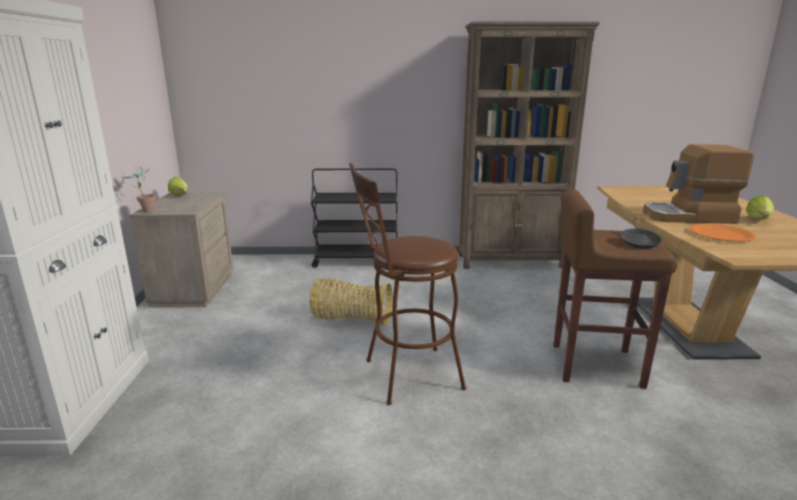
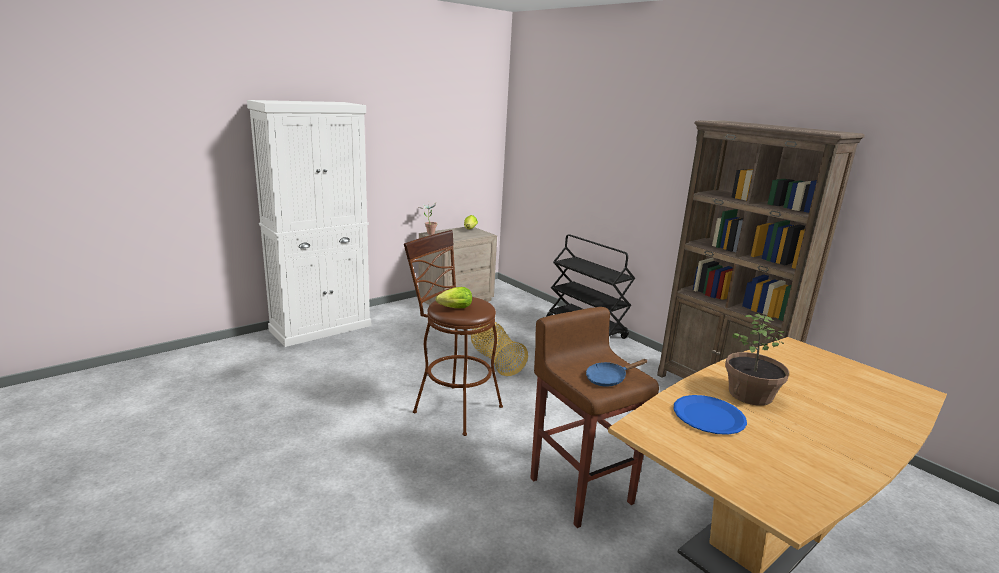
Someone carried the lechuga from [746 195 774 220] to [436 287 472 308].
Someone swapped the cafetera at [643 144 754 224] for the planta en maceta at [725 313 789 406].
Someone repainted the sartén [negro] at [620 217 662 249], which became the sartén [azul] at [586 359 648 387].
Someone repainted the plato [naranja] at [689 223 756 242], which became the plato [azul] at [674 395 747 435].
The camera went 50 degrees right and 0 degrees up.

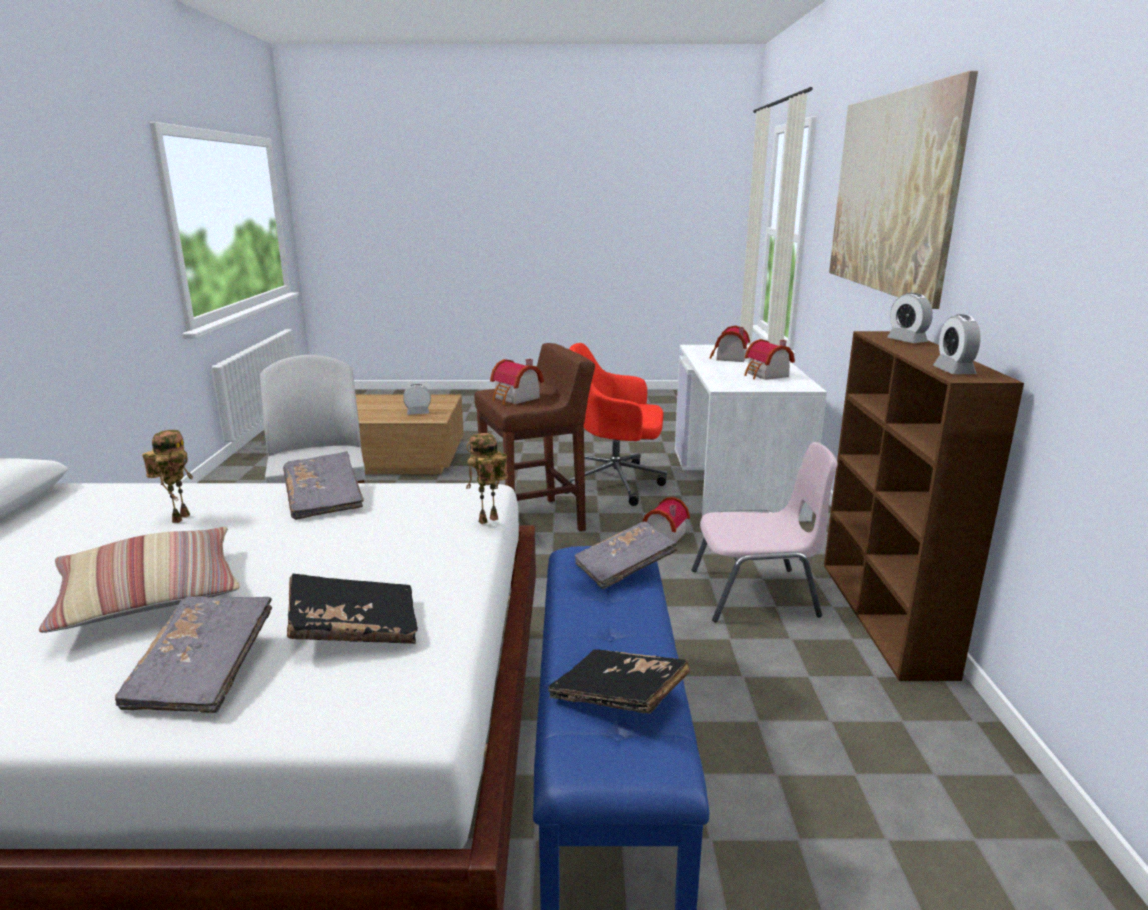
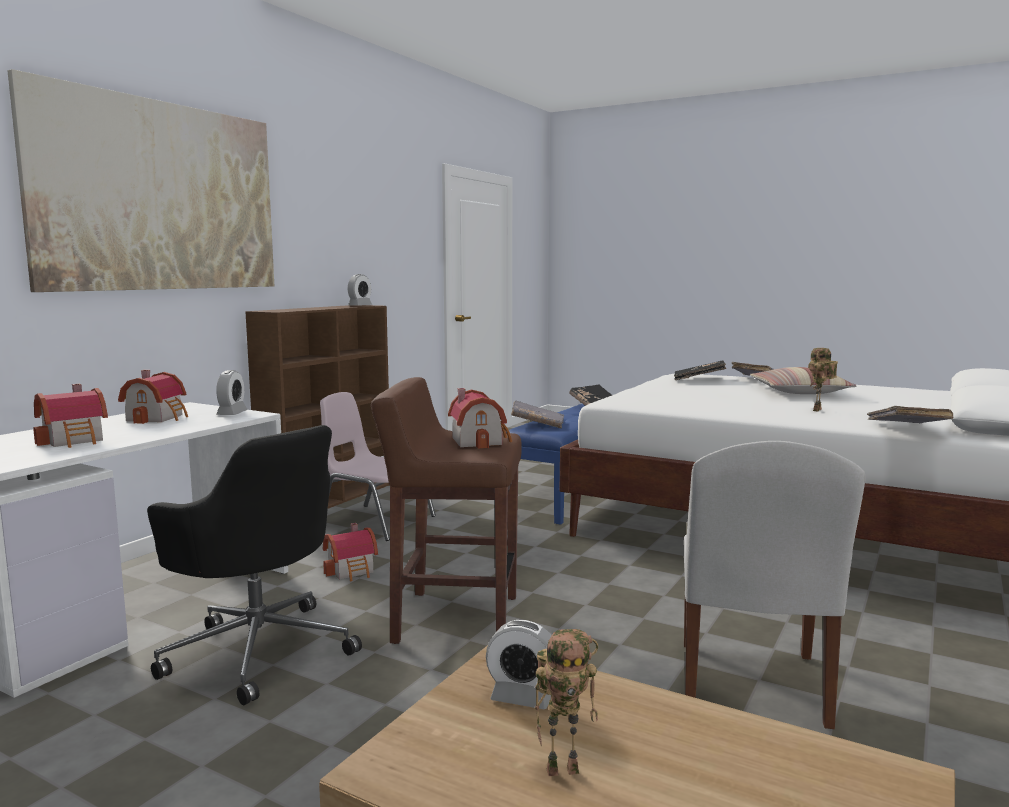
Someone carried the libro [gris] from [283 451 364 520] to [867 406 953 423].
Someone carried the robot de juguete from [466 433 508 524] to [535 629 598 776].
Someone carried the despertador from [887 293 933 343] to [216 370 248 415].
Someone repainted the silla de oficina [rojo] at [562 343 667 506], which became the silla de oficina [negro] at [147 425 362 705].
The camera went 150 degrees left and 10 degrees down.

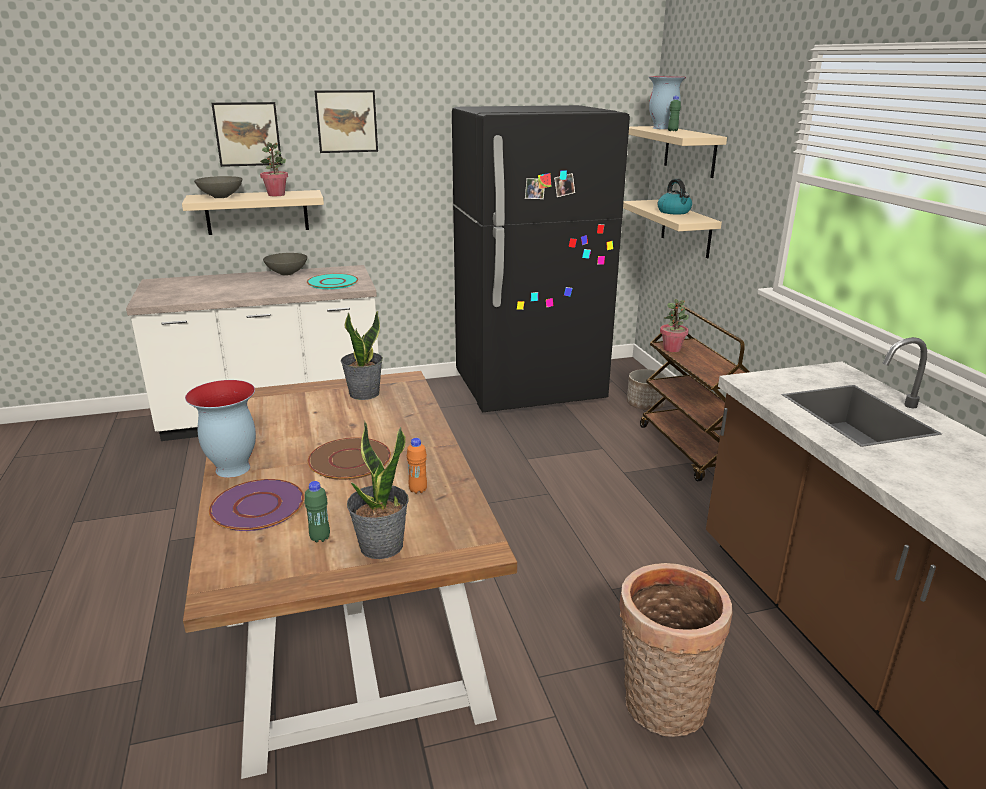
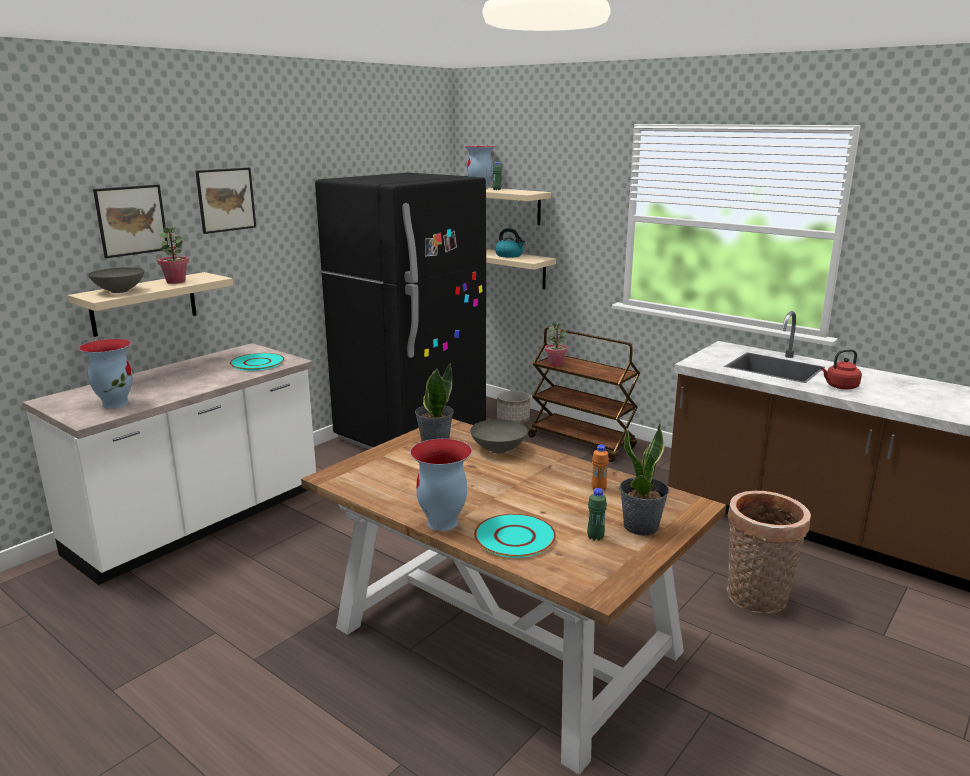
Someone took away the plato [marrón] at [308 437 391 480].
Someone put down the florero at [79 339 133 408].
Someone put down the hervidor [rojo] at [821 349 862 389].
Someone carried the cuenco [gris] from [263 253 307 276] to [470 419 528 453].
Someone repainted the plato [morado] at [209 479 304 531], which became the plato [turquesa] at [474 514 556 558].
The camera went 35 degrees left and 5 degrees down.

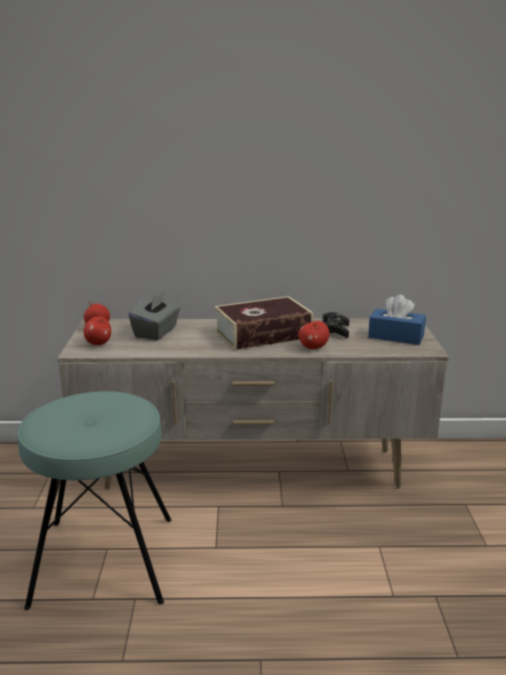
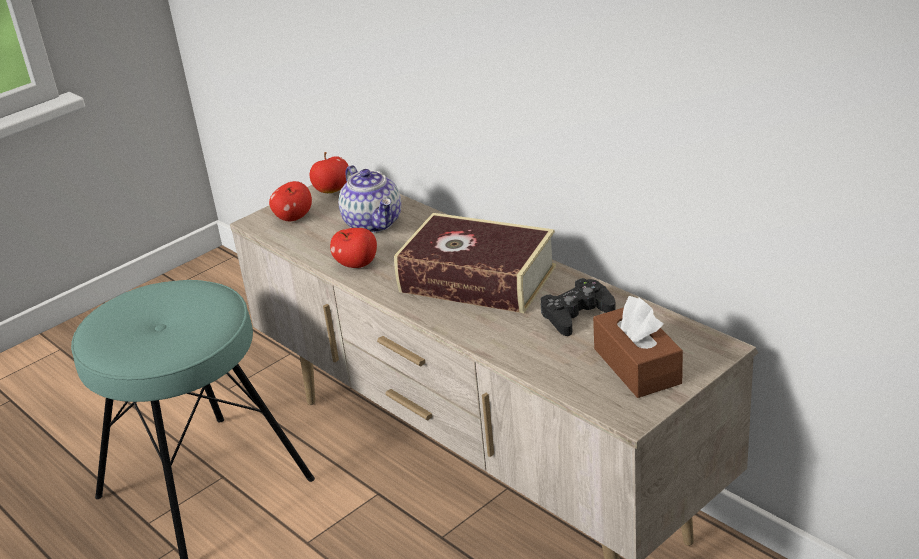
Someone carried the manzana from [298 321 329 349] to [330 228 377 268].
Someone swapped the caja de pañuelos [gris] at [128 291 180 340] for the tetera at [339 165 401 233].
Someone repainted the caja de pañuelos [azul] at [368 295 426 345], which became the caja de pañuelos [marrón] at [593 296 683 398].
The camera went 50 degrees right and 10 degrees up.

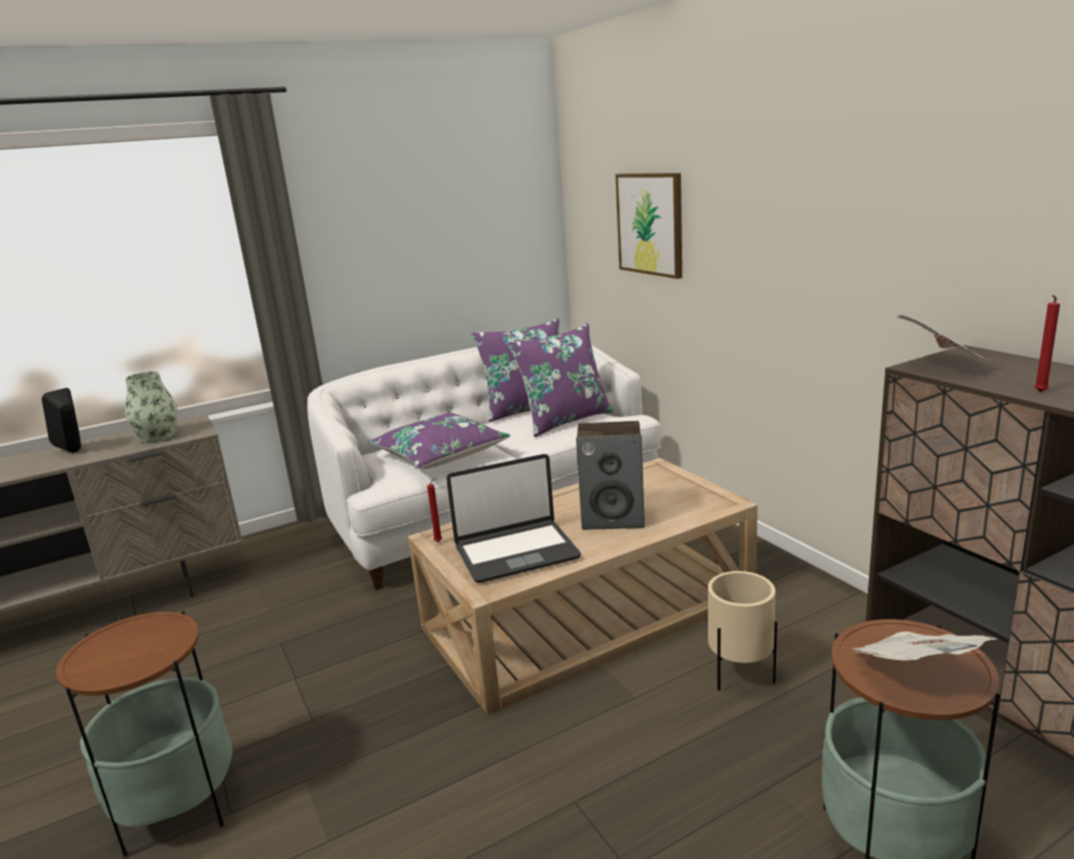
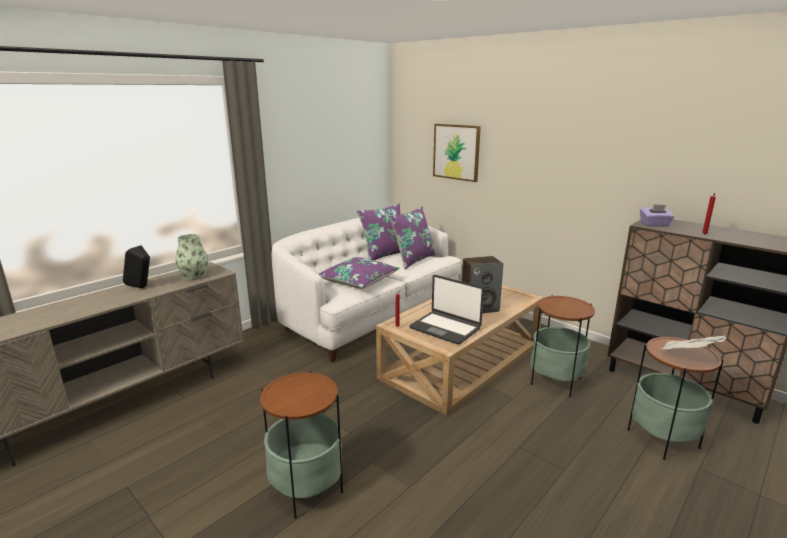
Someone swapped the maceta [beis] at [708 571 777 690] for the mesa auxiliar at [530 295 595 397].
Someone swapped the periódico at [896 314 1003 366] for the caja de pañuelos [morado] at [640 205 674 227].
Someone rotated the portátil at [446 454 581 583] by 75 degrees clockwise.
The camera went 20 degrees left and 0 degrees up.

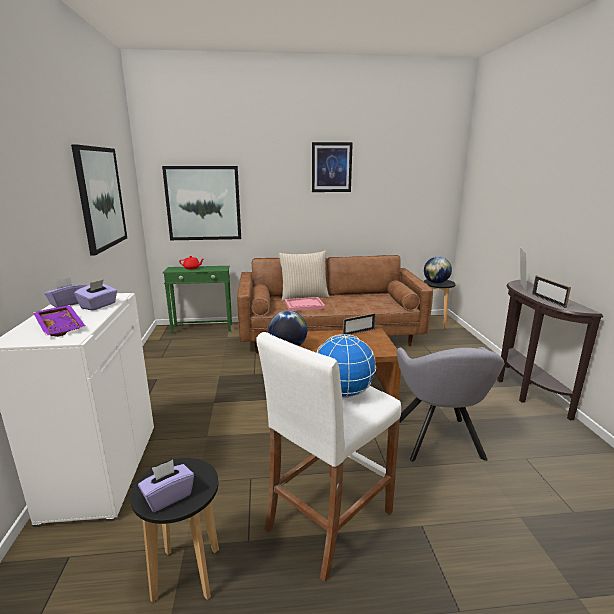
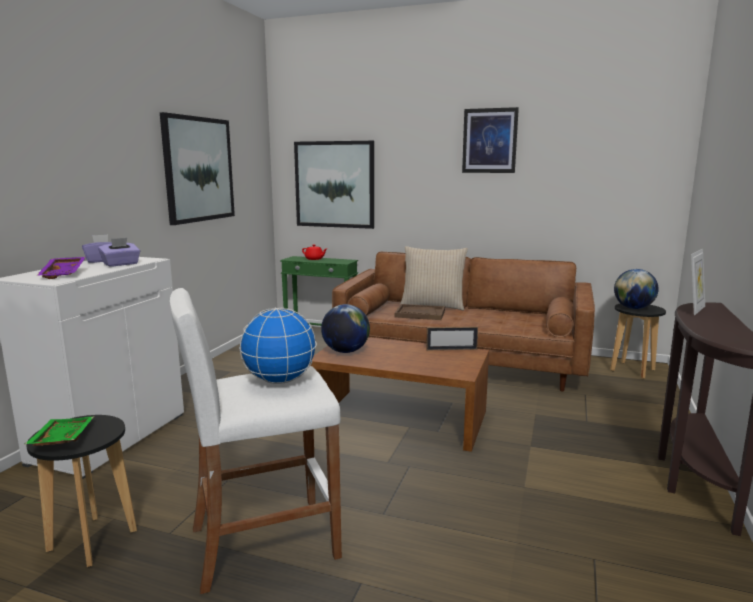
Someone took away the sillón [gris] at [397 347 504 462].
Someone took away the portarretratos at [532 276 571 308].
Someone swapped the caja de pañuelos [morado] at [138 460 194 512] for the bandeja [verde] at [25 416 95 446].
Someone repainted the bandeja [rosa] at [285 297 325 311], which became the bandeja [marrón] at [395 304 445 320].
The camera went 25 degrees right and 5 degrees down.

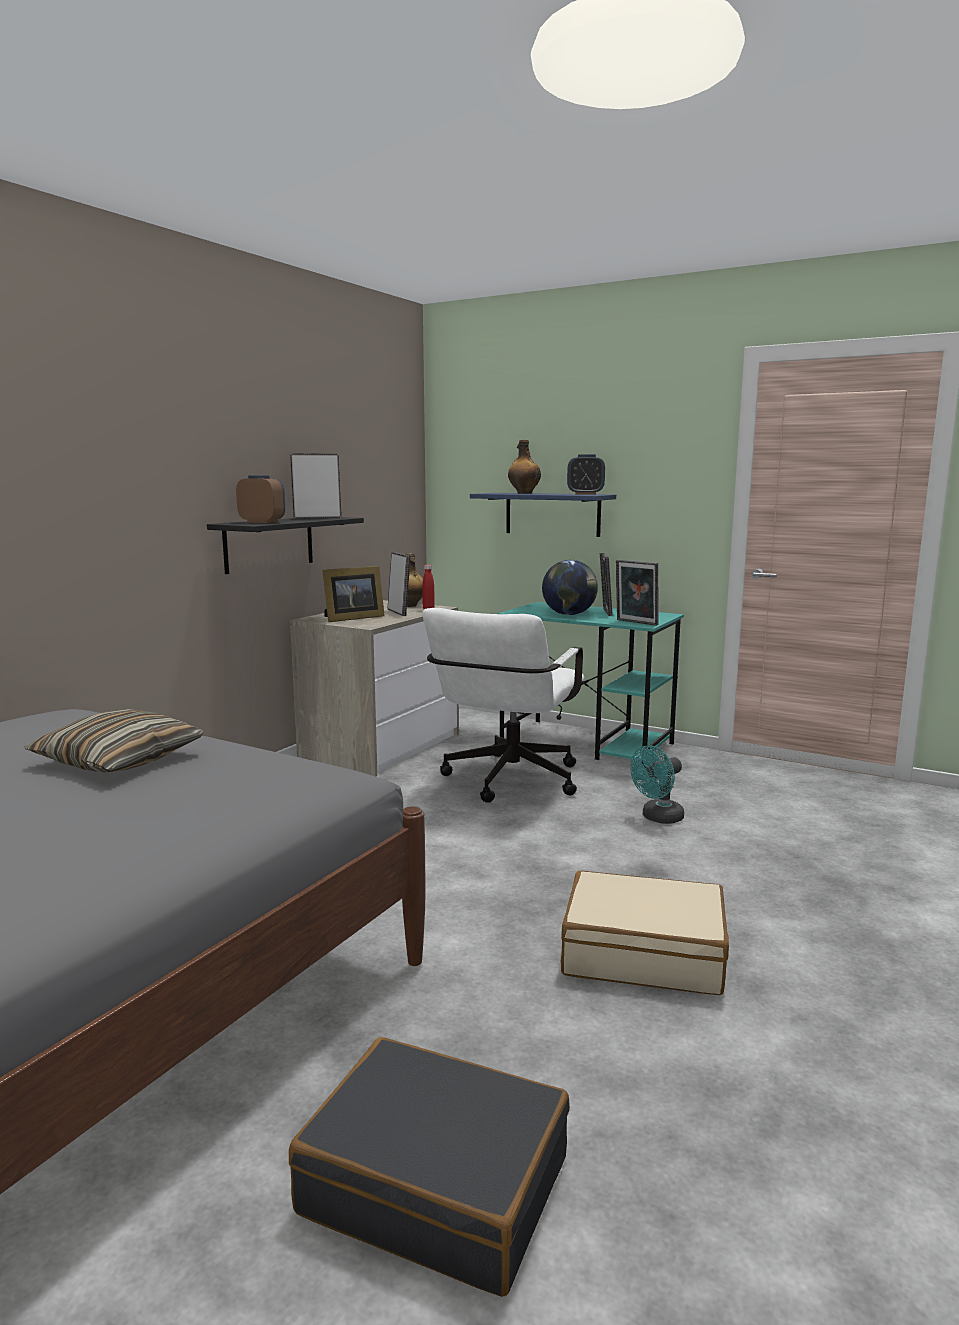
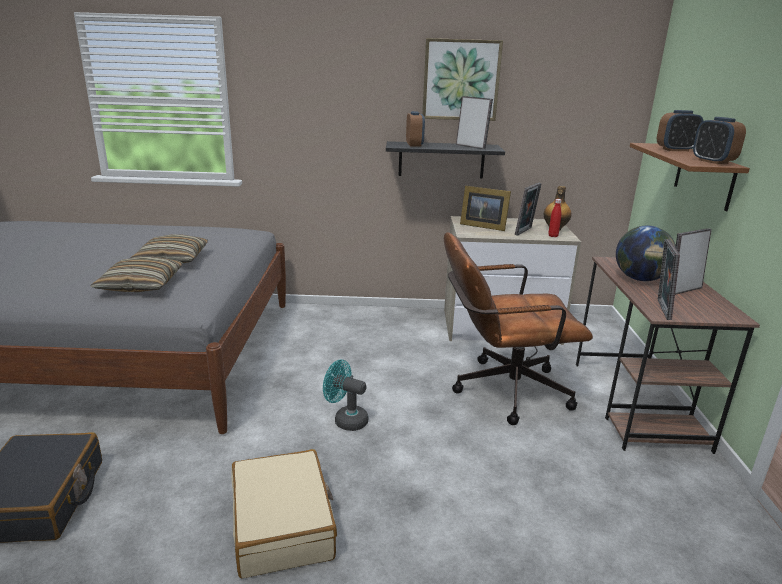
Someone put down the cojín at [91 257 183 292].
Someone put up the cuadro at [422 38 503 121].
Someone carried the ventilador [turquesa] from [630 746 684 824] to [323 360 368 431].
Someone swapped the botella at [508 440 541 494] for the despertador at [657 110 704 151].
Someone repainted the silla de oficina [blanco] at [422 608 584 803], which became the silla de oficina [marrón] at [444 232 593 425].
Someone repainted the estante [azul] at [470 493 616 537], which became the estante [marrón] at [630 143 750 211].
Someone repainted the escritorio [turquesa] at [497 602 684 767], which became the escritorio [marrón] at [576 257 760 454].
The camera went 60 degrees right and 10 degrees up.

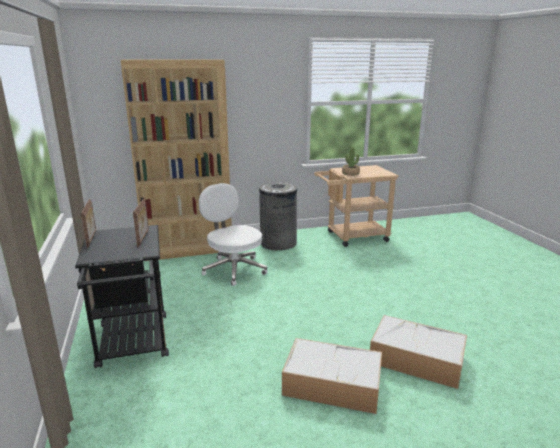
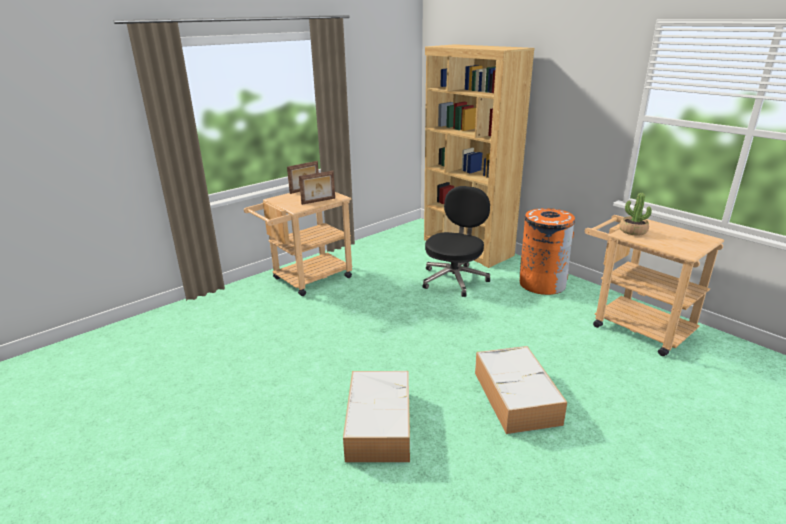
Someone carried the caja de almacenaje from [282 338 382 414] to [475 346 567 434].
Someone repainted the carrito [negro] at [75 225 169 368], which became the carrito [beis] at [244 192 353 296].
Someone repainted the silla de oficina [blanco] at [199 183 268 286], which became the silla de oficina [negro] at [422 186 490 297].
Someone repainted the papelera [gris] at [259 182 297 250], which became the papelera [naranja] at [520 208 575 295].
The camera went 65 degrees right and 5 degrees up.

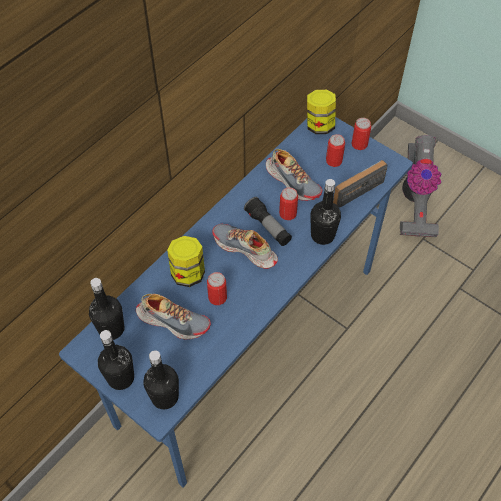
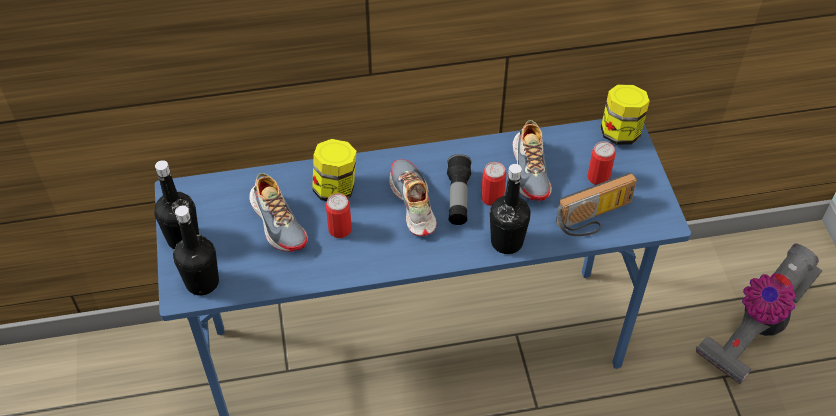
Someone took away the botella [negro] at [89 278 125 340].
Someone took away the lata at [352 118 371 150].
Someone rotated the radio at [333 160 387 208] by 150 degrees clockwise.
The camera went 40 degrees right and 5 degrees down.

